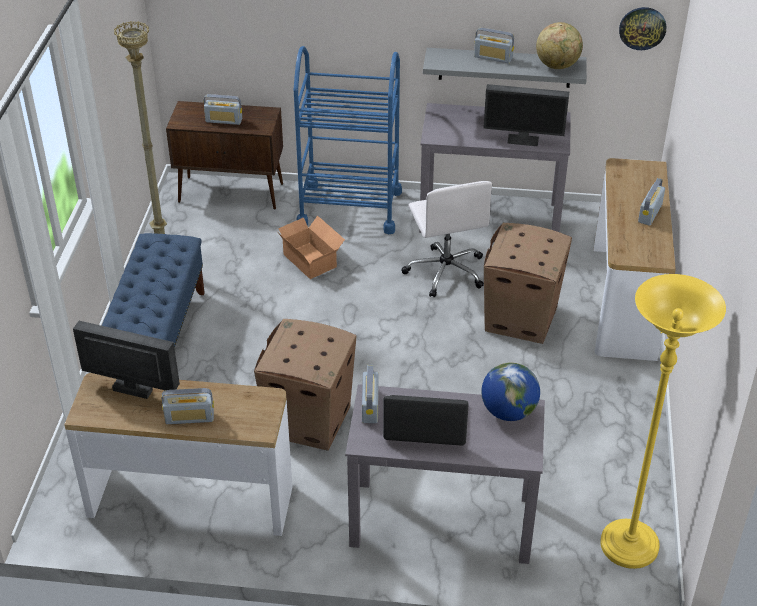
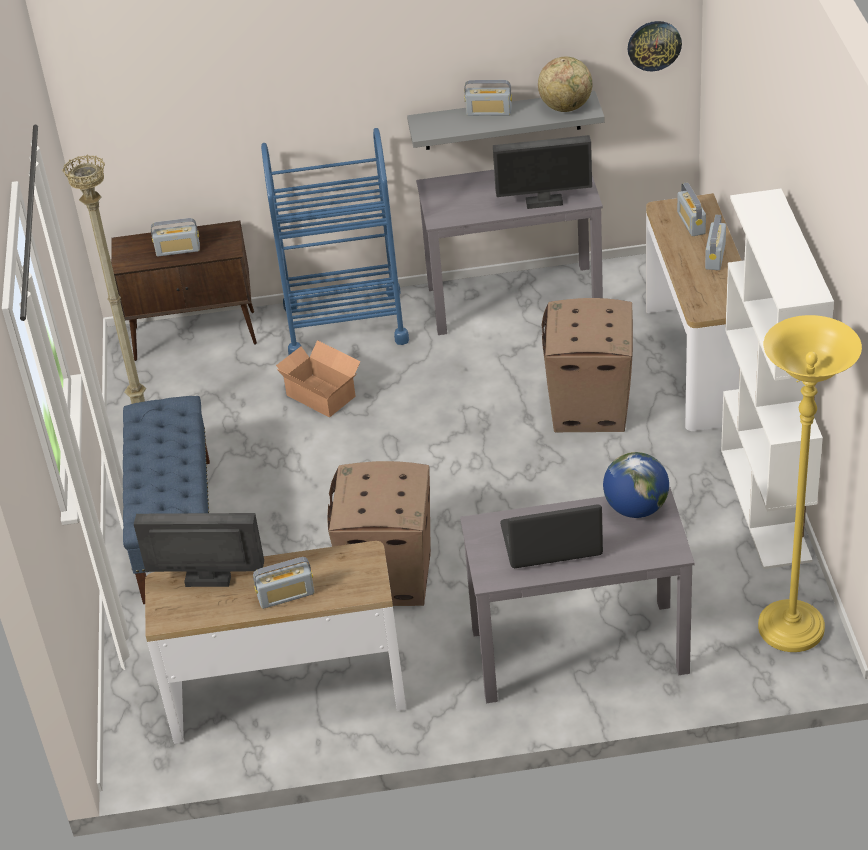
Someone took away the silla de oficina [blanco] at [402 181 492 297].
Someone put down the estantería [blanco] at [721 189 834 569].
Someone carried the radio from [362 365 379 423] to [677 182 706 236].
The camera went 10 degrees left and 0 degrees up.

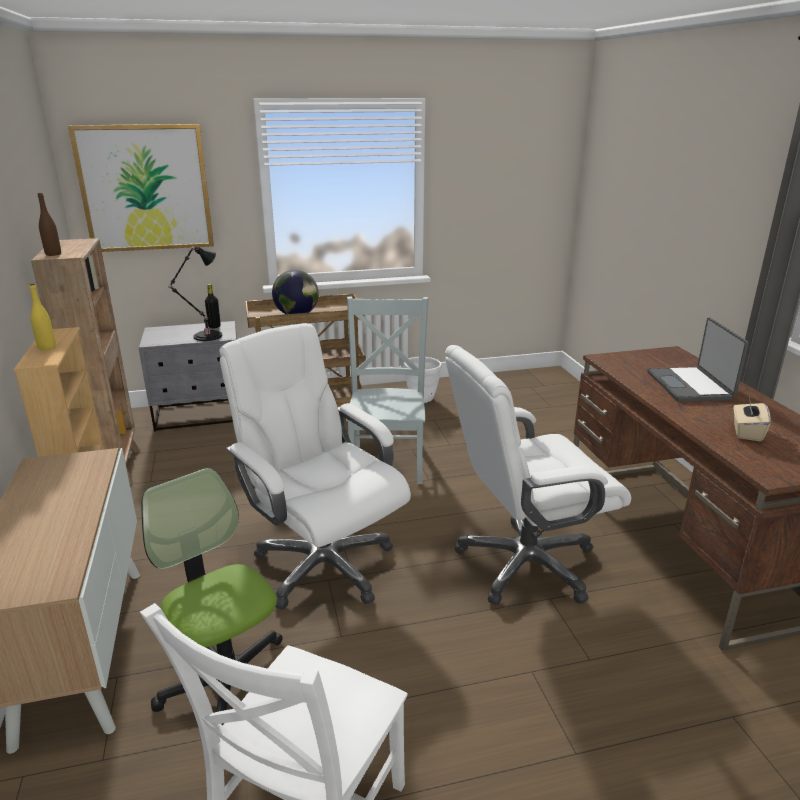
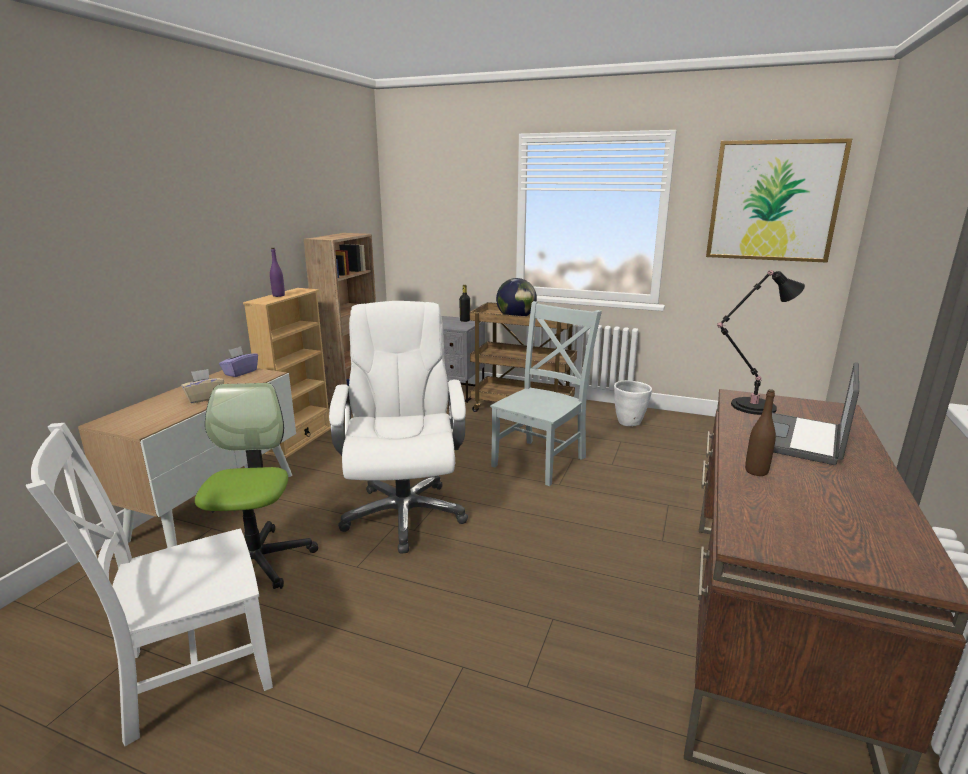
Someone took away the silla de oficina [blanco] at [445 345 631 605].
Someone put down the caja de pañuelos [morado] at [219 346 258 377].
Someone carried the botella [marrón] from [38 193 61 256] to [745 389 776 476].
Someone carried the cuadro from [68 124 214 252] to [706 138 853 263].
Someone carried the lámpara de mesa [negro] from [168 246 222 341] to [717 270 805 415].
Someone carried the caja de pañuelos [beis] from [733 396 771 441] to [181 369 224 403].
Someone repainted the botella [amarillo] at [29 283 56 351], which became the botella [morado] at [270 248 285 297].
The camera went 35 degrees right and 5 degrees down.

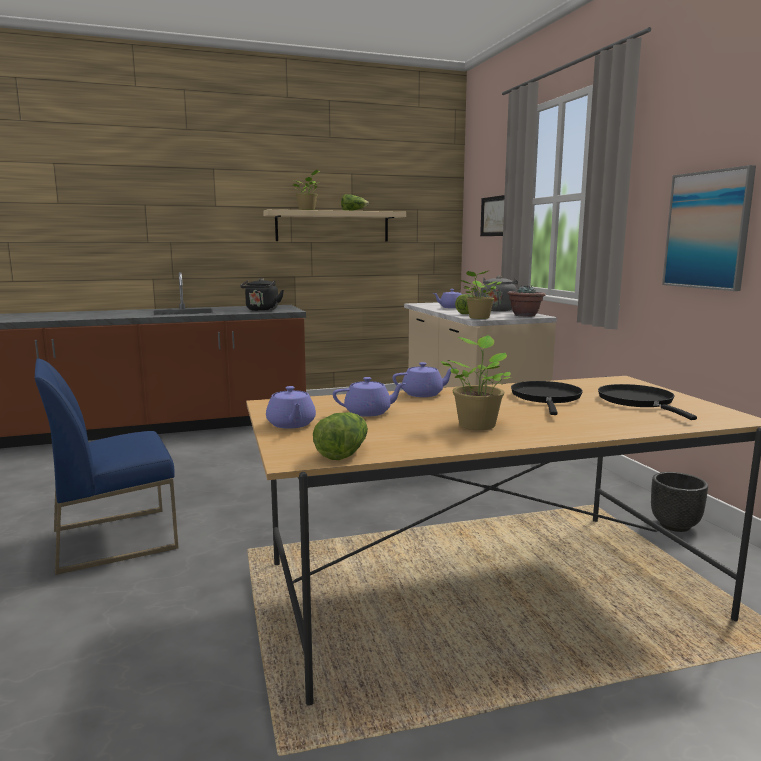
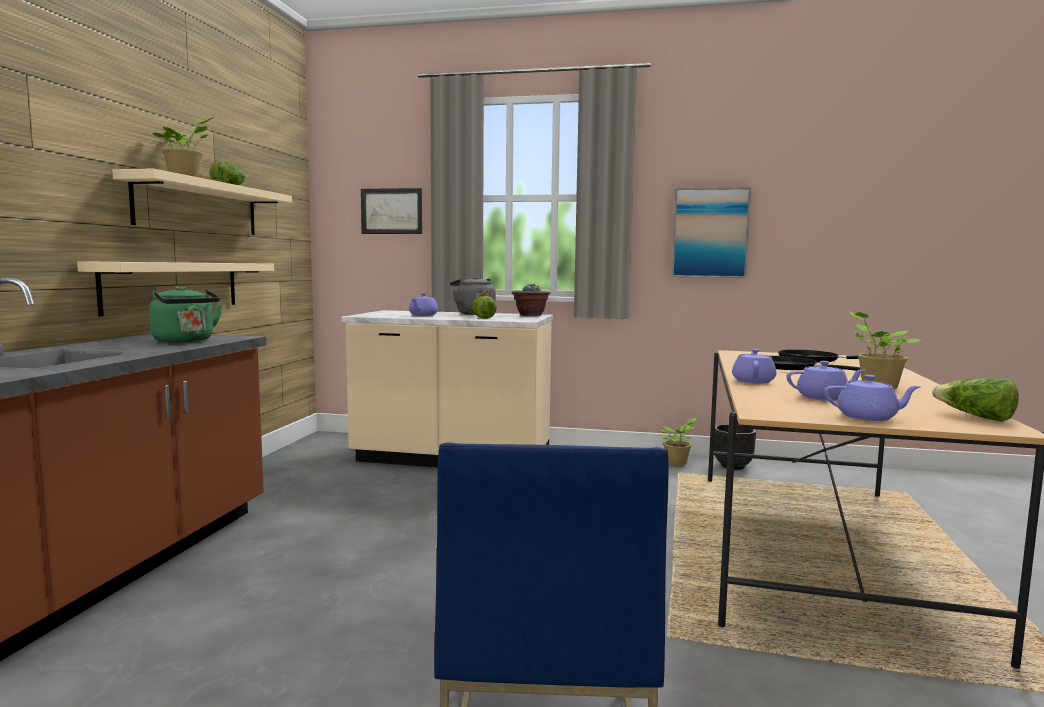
Someone put up the estante [beis] at [77 261 274 316].
Someone carried the planta en maceta from [460 271 502 319] to [660 418 696 466].
Someone repainted the hervidor [negro] at [240 278 284 311], which became the hervidor [verde] at [149 286 222 343].
Someone rotated the tetera [morado] at [333 377 406 417] by 75 degrees clockwise.
The camera went 60 degrees left and 5 degrees down.

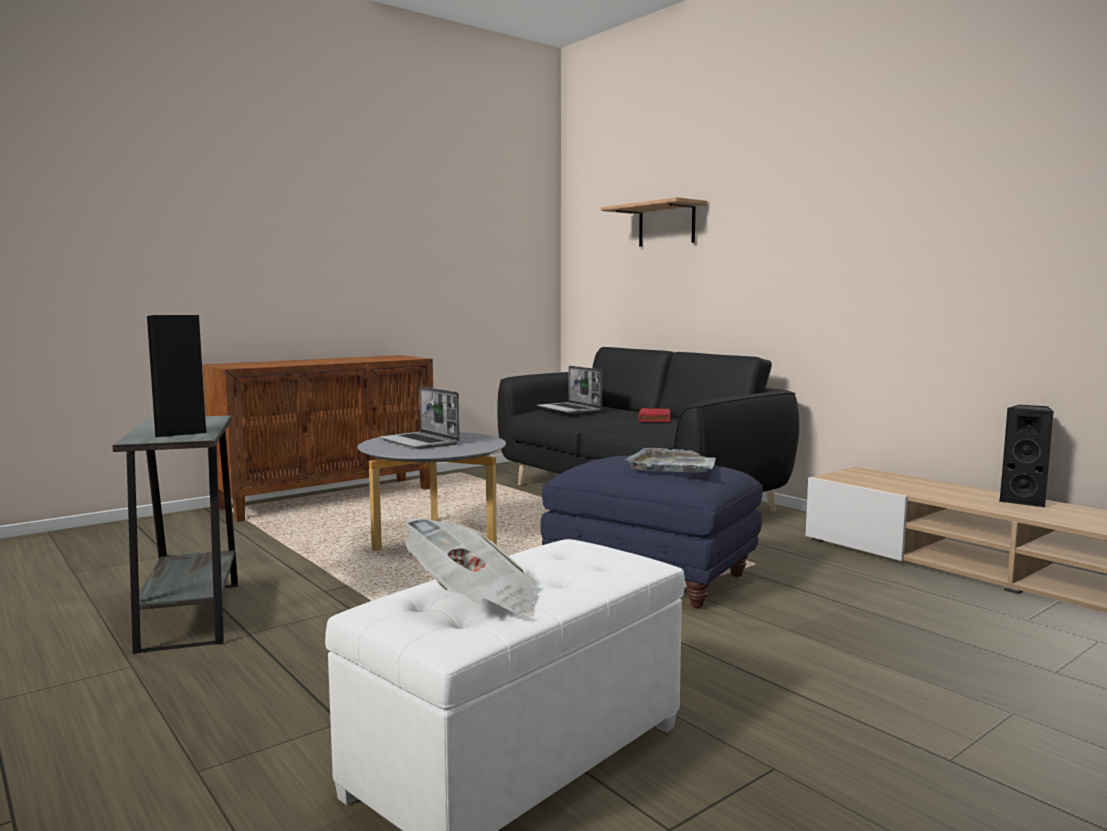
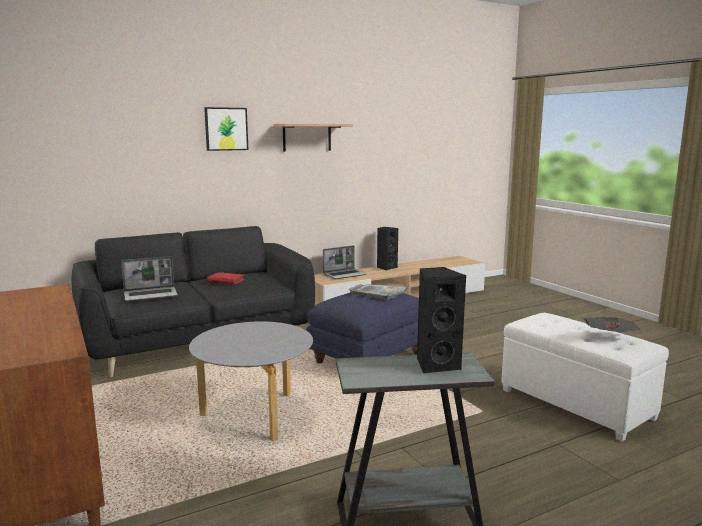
Someone put up the cuadro at [204 107 249 151].
Someone carried the portátil from [379 387 460 449] to [323 245 367 279].
Someone carried the estante from [601 197 707 247] to [273 124 353 152].
The camera went 80 degrees left and 5 degrees up.

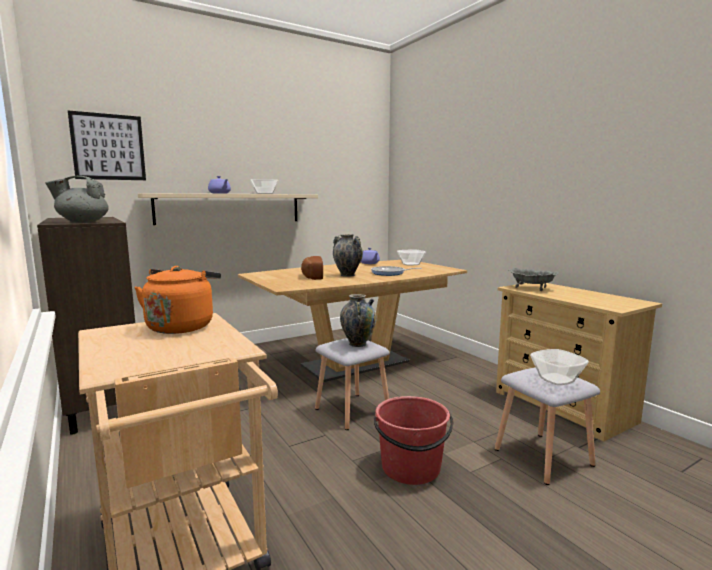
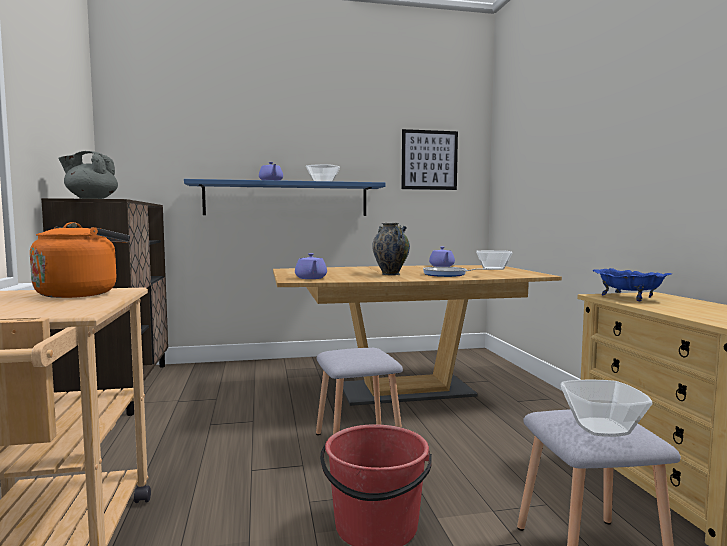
Someone took away the pan at [301 256 323 280].
Someone took away the florero at [340 294 376 347].
Someone put down the tetera [morado] at [295 253 327 279].
Someone carried the cuadro from [68 110 146 180] to [401 129 458 190].
Someone repainted the estante [beis] at [138 193 318 225], which became the estante [azul] at [184 179 385 216].
Someone repainted the cuenco [gris] at [508 268 559 291], which became the cuenco [azul] at [593 268 672 301].
The camera went 20 degrees right and 5 degrees down.

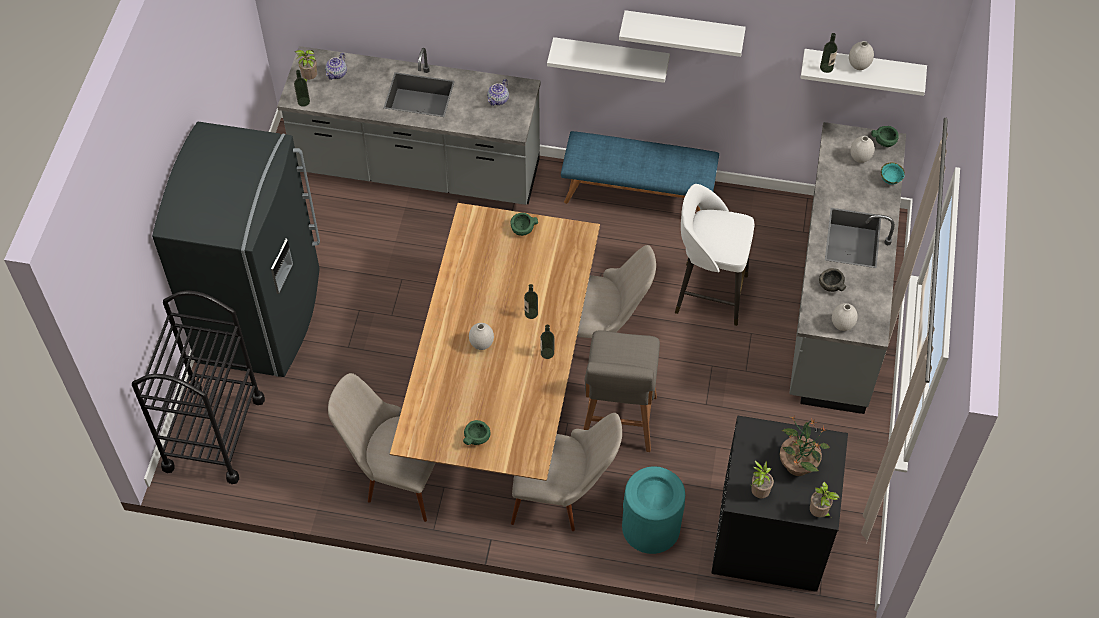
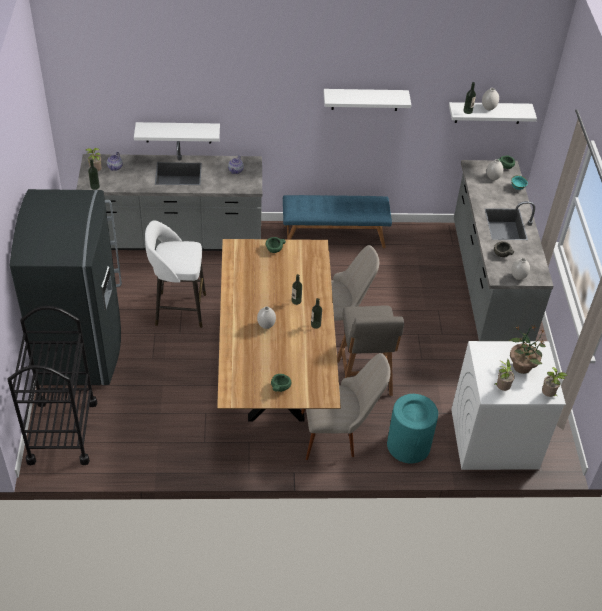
Someone took away the silla [beis] at [328 373 435 522].
Someone carried the estante [blanco] from [547 37 670 83] to [134 122 220 143].
Someone carried the taburete [blanco] from [675 184 754 326] to [145 220 206 328].
Someone repainted the lavadora [negro] at [711 415 848 592], which became the lavadora [blanco] at [451 341 566 470].
The camera went 15 degrees left and 10 degrees down.

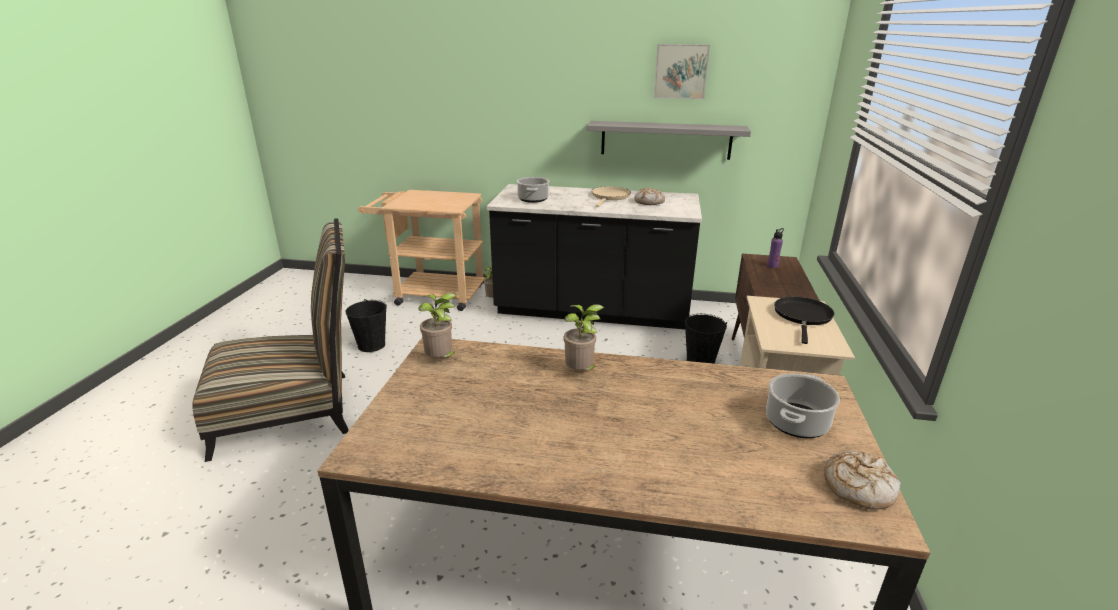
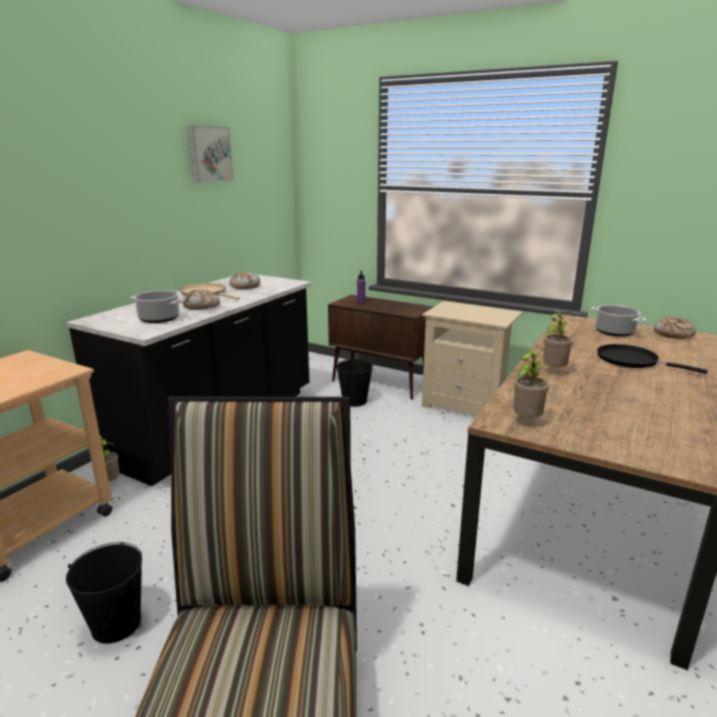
Someone took away the estante [gris] at [587 121 751 160].
Someone put down the pan at [182 289 220 310].
Someone carried the sartén [negro] from [774 296 834 344] to [597 344 708 374].
The camera went 70 degrees left and 5 degrees down.

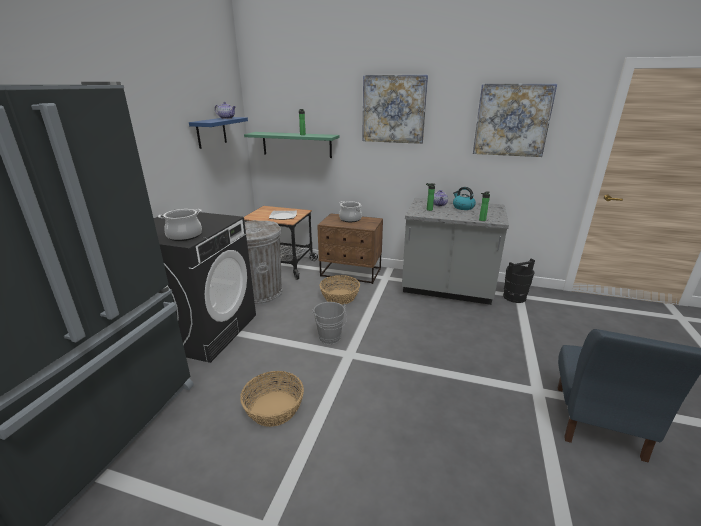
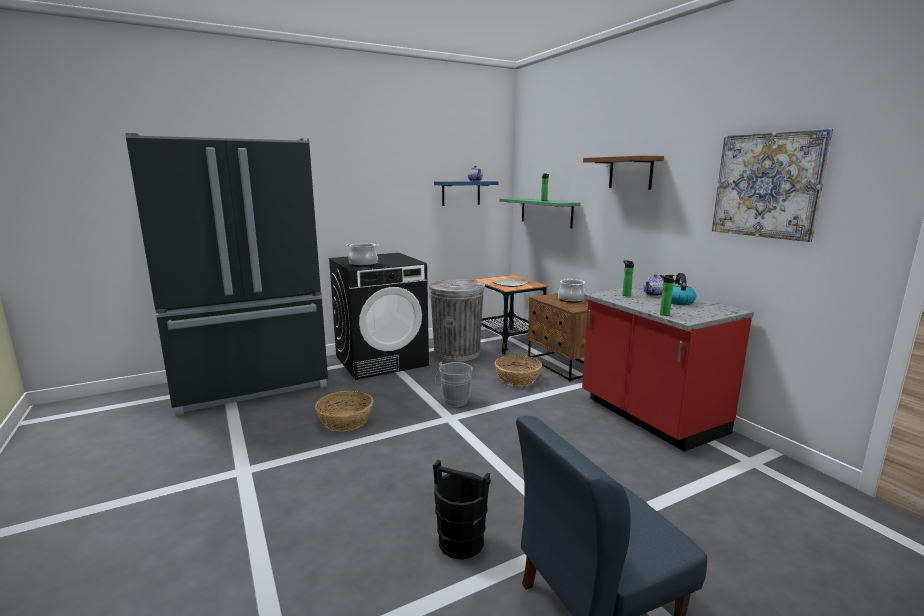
Someone carried the cubo [negro] from [503 258 535 303] to [433 460 491 560].
Someone swapped the cuadro at [362 75 428 144] for the estante [marrón] at [583 155 664 189].
Someone repainted the mueble bajo de cocina [gris] at [402 198 509 305], which became the mueble bajo de cocina [rojo] at [582 285 754 452].
The camera went 45 degrees right and 10 degrees down.

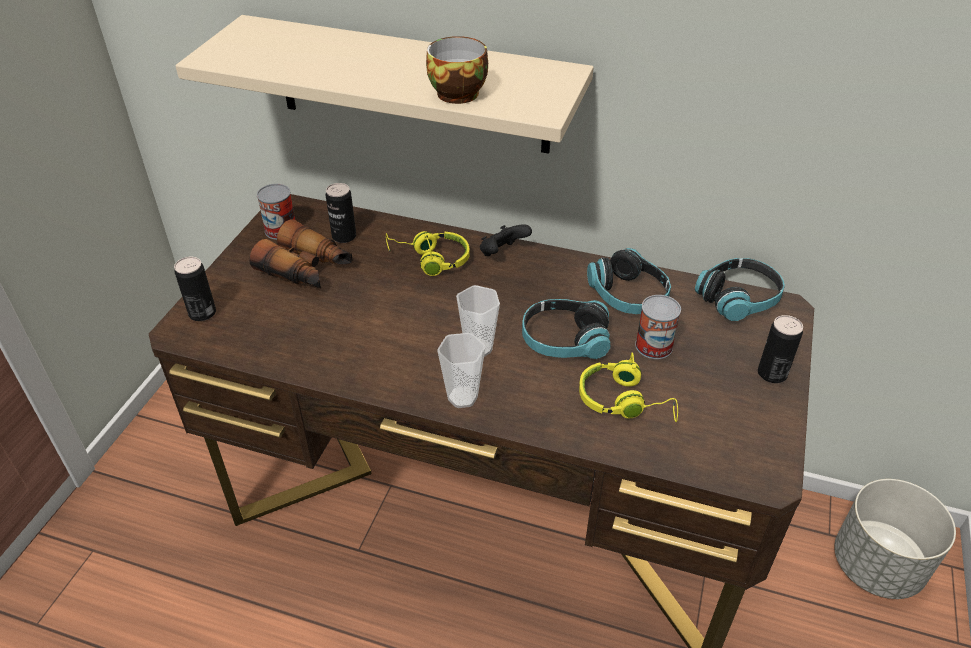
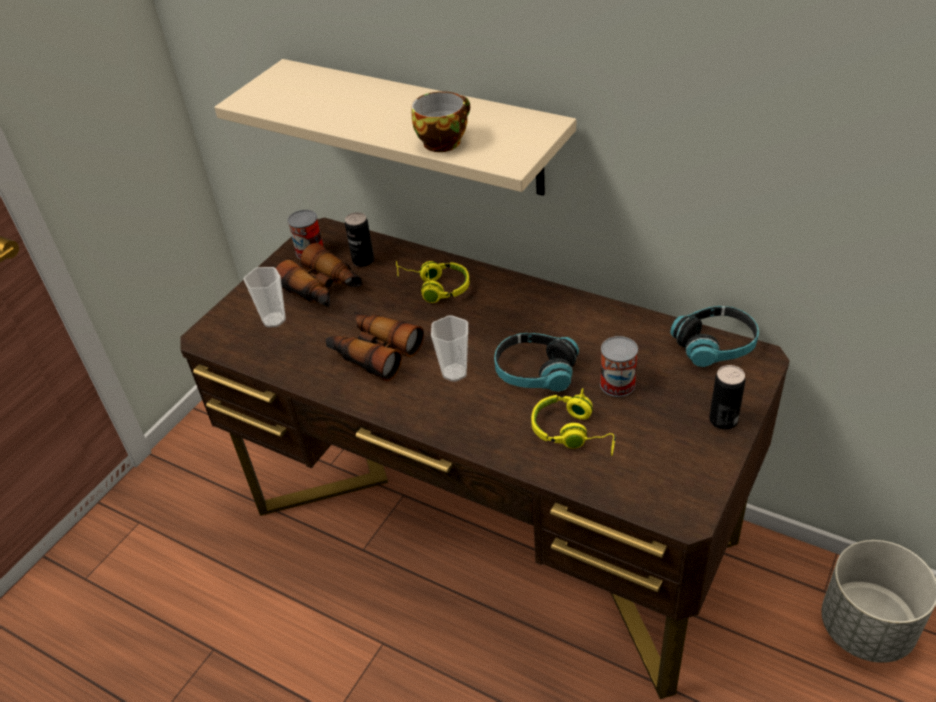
Someone took away the lata at [174 257 216 321].
Someone took away the mando de consola [negro] at [480 224 532 256].
Someone took away the auriculares at [587 248 671 314].
Someone put down the prismáticos at [325 312 424 381].
Someone carried the taza from [437 333 485 408] to [244 267 286 327].
The camera went 15 degrees right and 0 degrees up.

